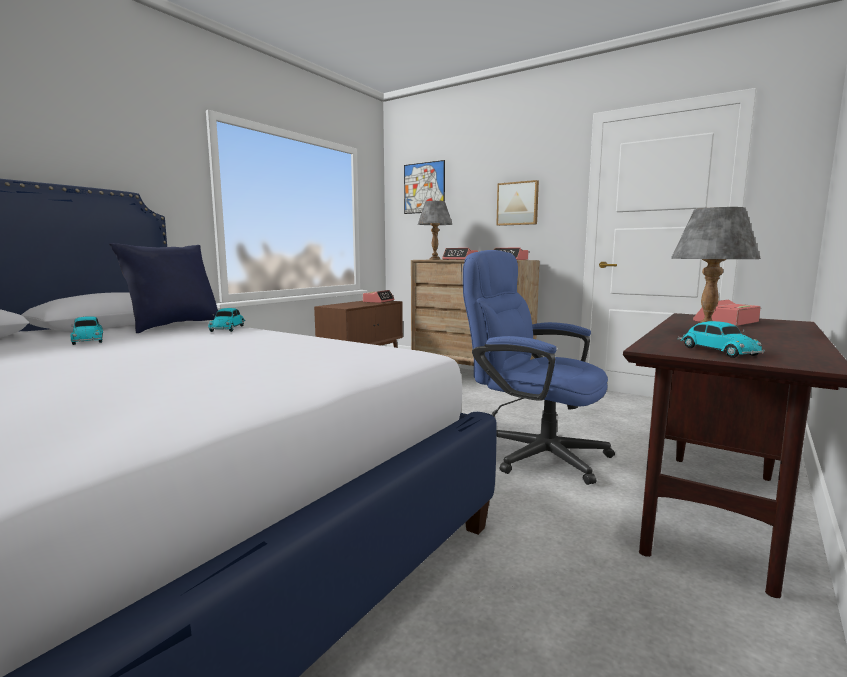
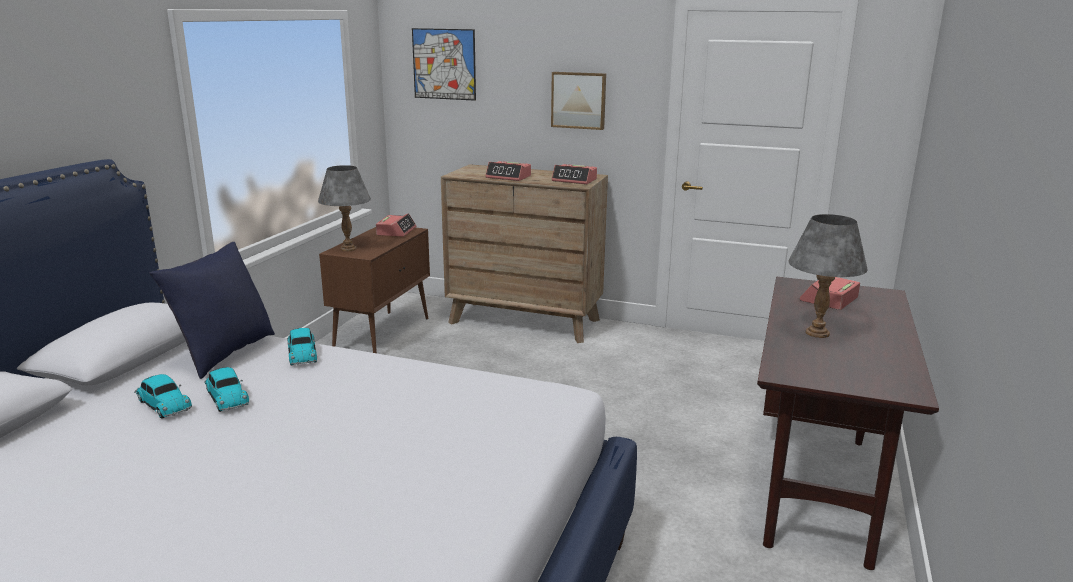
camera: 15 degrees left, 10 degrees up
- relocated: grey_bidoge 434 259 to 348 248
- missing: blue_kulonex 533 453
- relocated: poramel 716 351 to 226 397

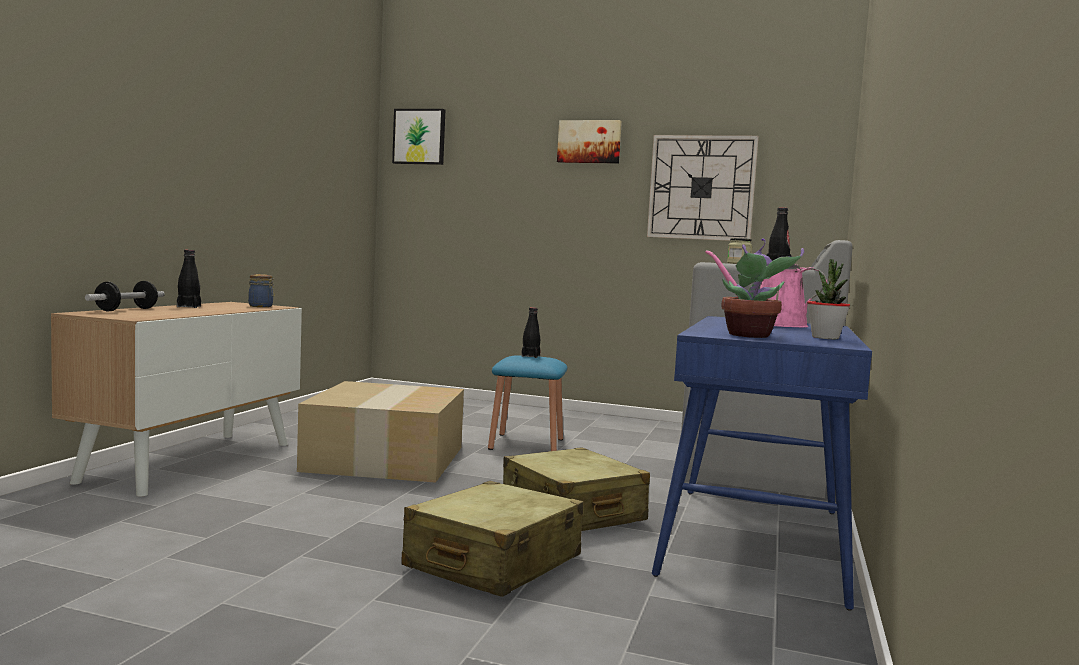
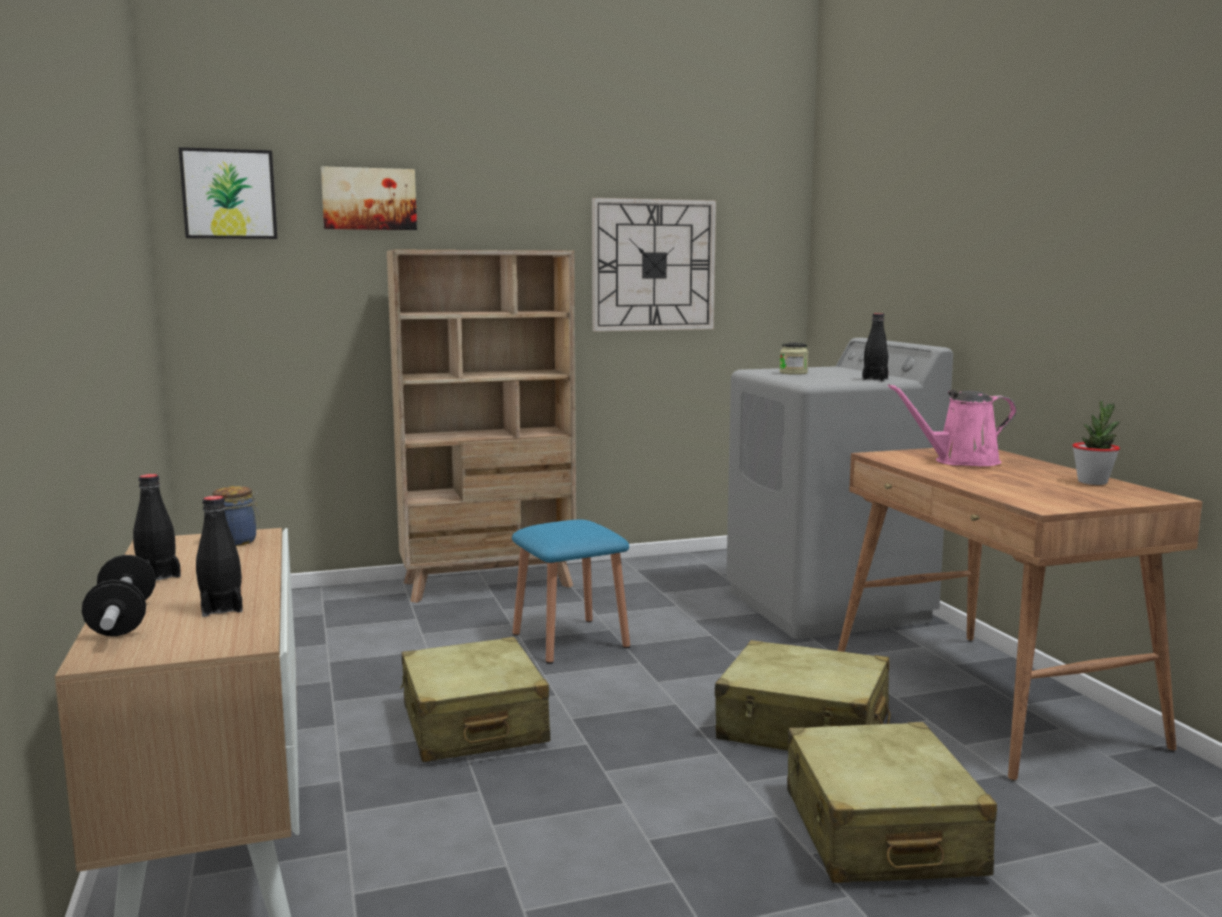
camera: 35 degrees left, 5 degrees up
- exchanged: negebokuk 386 459 to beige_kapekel 473 725
- relocated: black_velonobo 530 356 to 222 608
- relocated: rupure 589 142 to 369 199
- colour: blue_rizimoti 756 541 to brown_rizimoti 990 700
- missing: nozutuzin 750 336
- appeared: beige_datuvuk 489 584

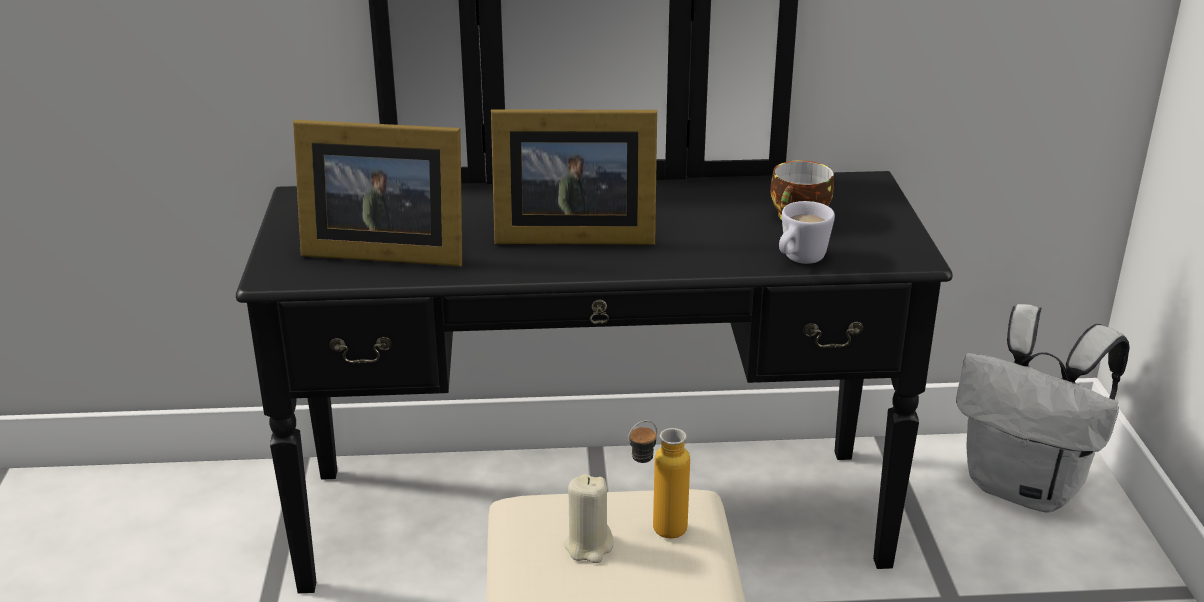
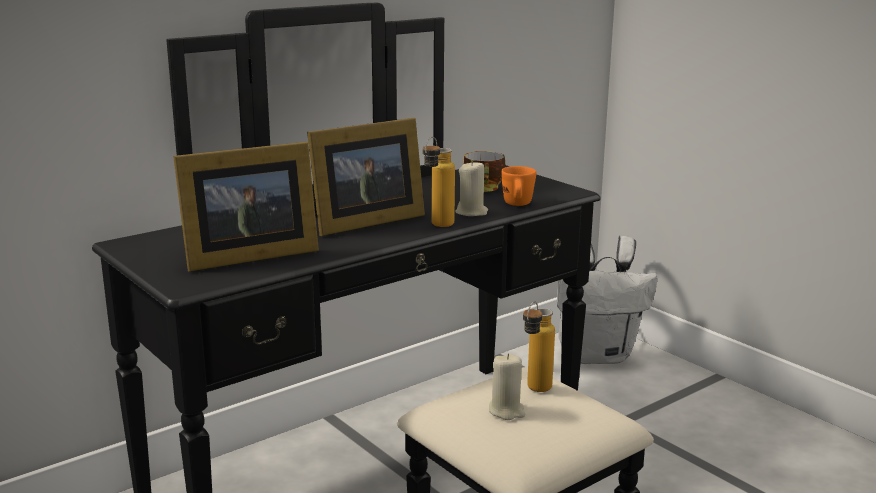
camera: 35 degrees left, 10 degrees down
- colour: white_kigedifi 799 260 to orange_kigedifi 517 205
- appeared: velonobo 437 226
- appeared: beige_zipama 471 212

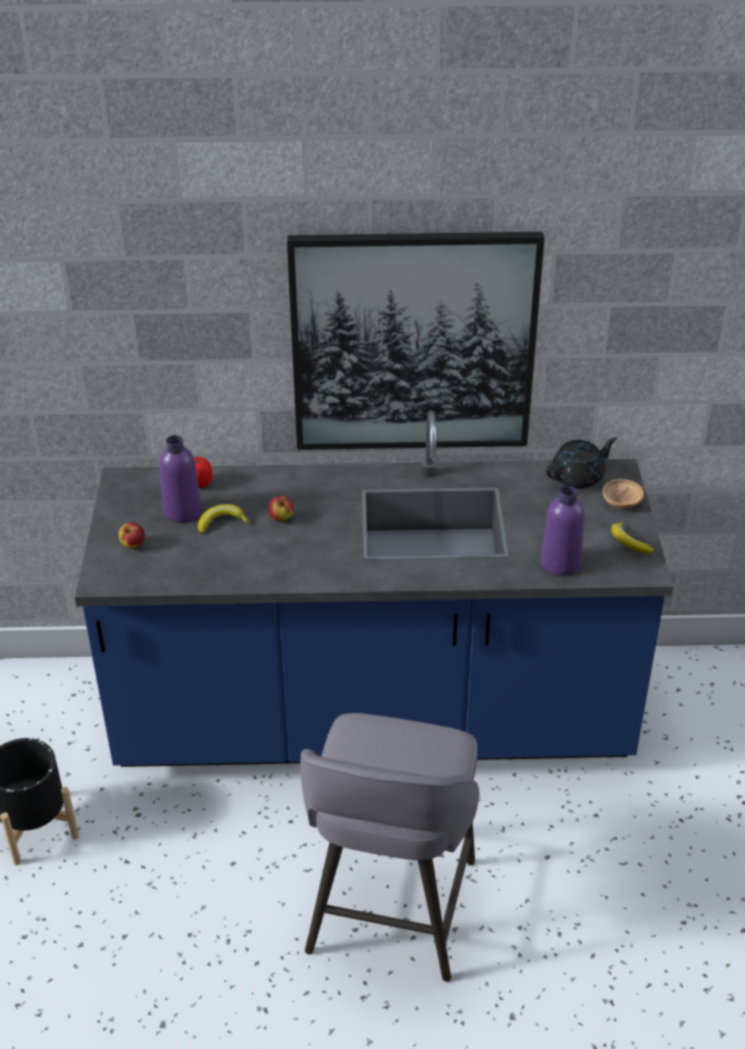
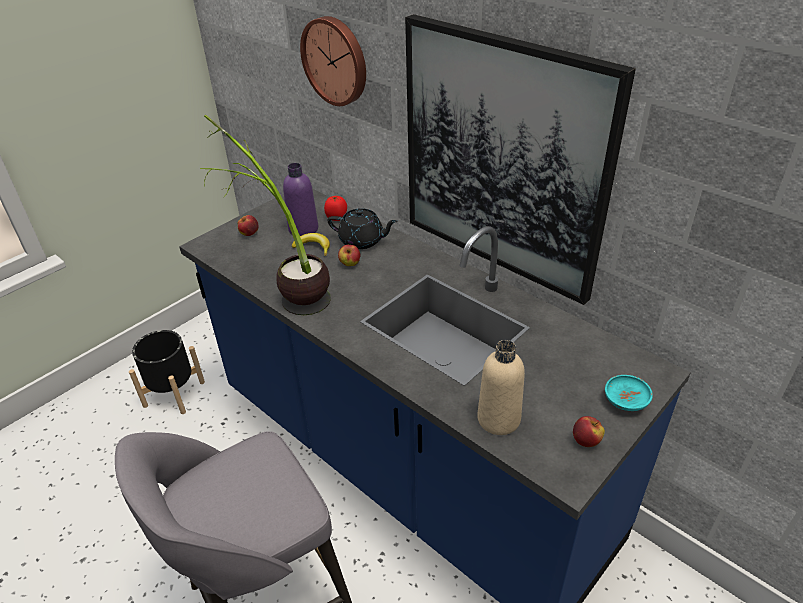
camera: 45 degrees right, 0 degrees up
- colour: purple_velonobo 560 564 to beige_velonobo 498 419
- relocated: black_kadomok 578 477 to 362 241
- colour: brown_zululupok 621 503 to turquoise_zululupok 625 402
- exchanged: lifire 628 542 to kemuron 586 441
- appeared: nozutuzin 285 288
- appeared: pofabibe 336 61

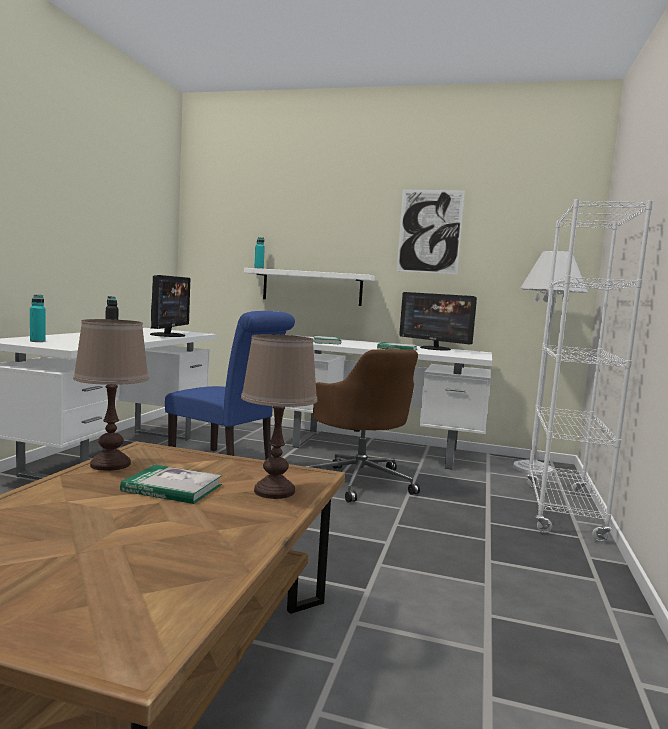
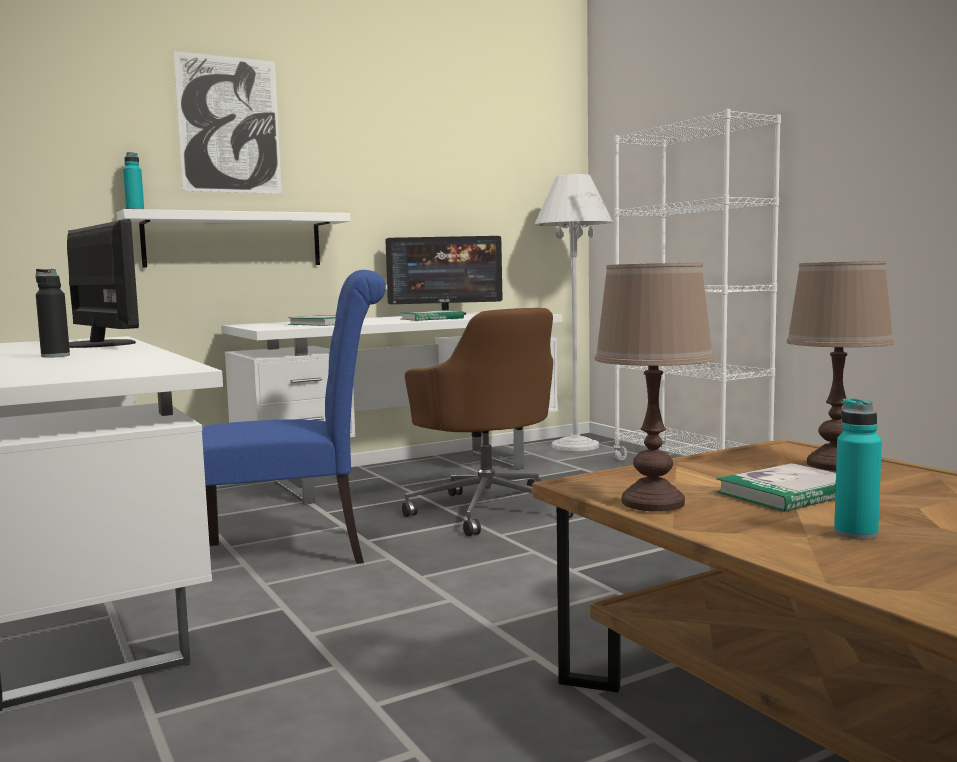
camera: 45 degrees left, 0 degrees up
- relocated: turquoise_velonobo 37 341 to 855 533
- spun: brown_kulonex 359 481 = 487 509 45 degrees clockwise
- relocated: rupure 429 231 to 229 125

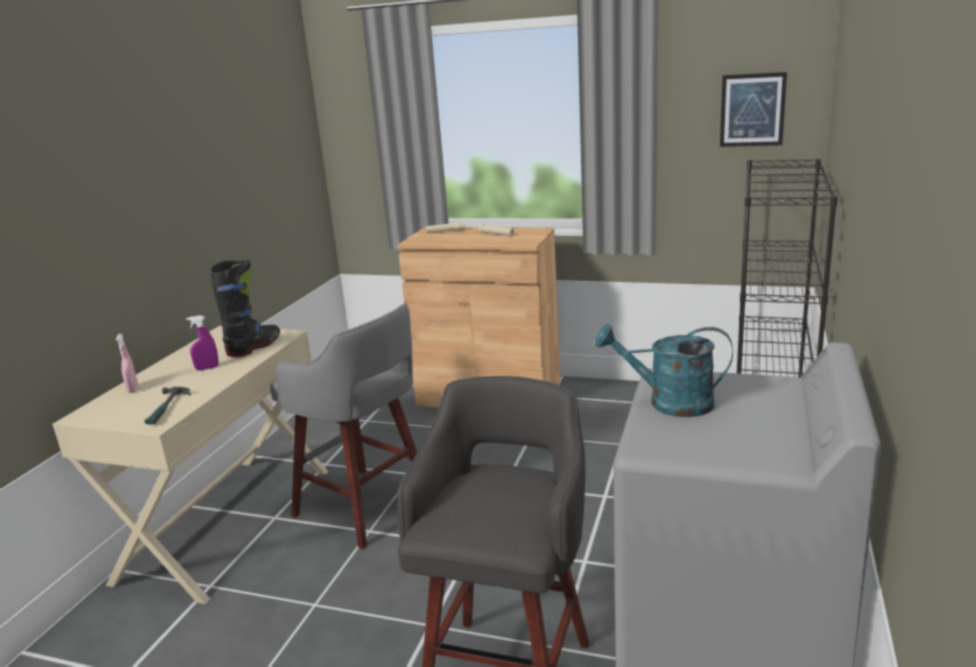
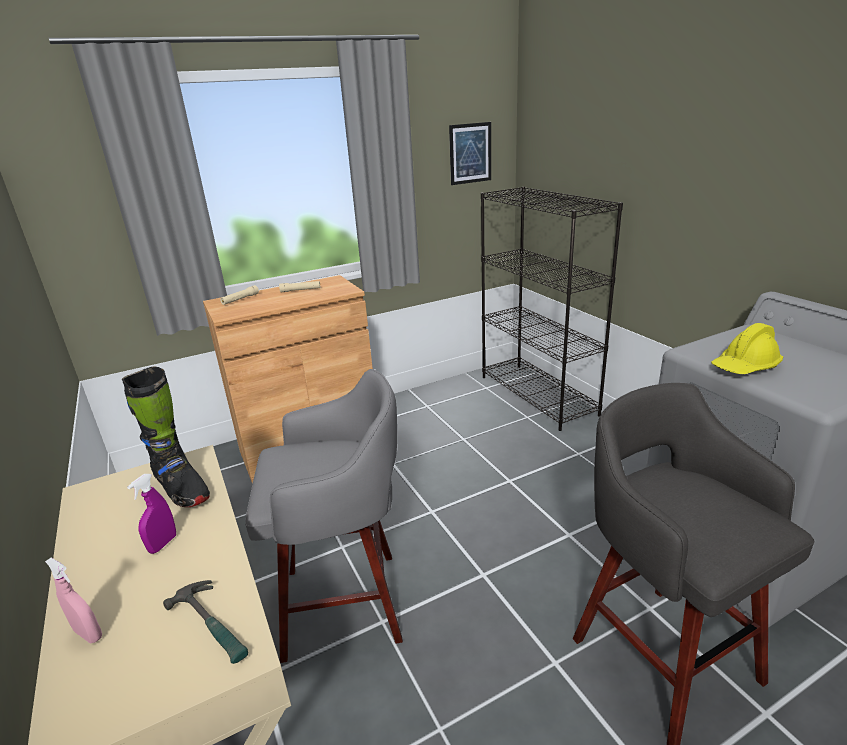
camera: 45 degrees left, 5 degrees up
- spun: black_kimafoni 254 347 = 182 489 150 degrees clockwise
- exchanged: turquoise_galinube 668 403 to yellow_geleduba 745 367

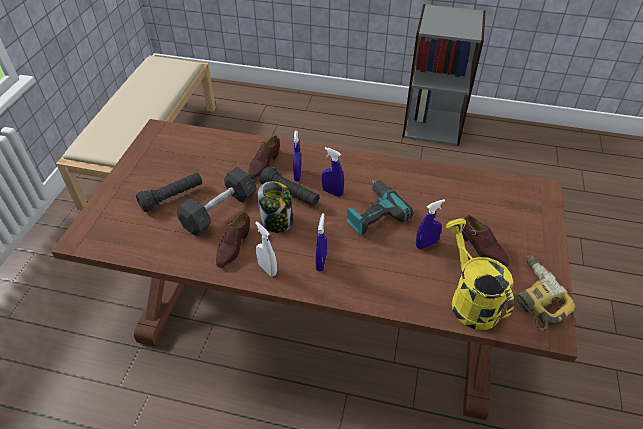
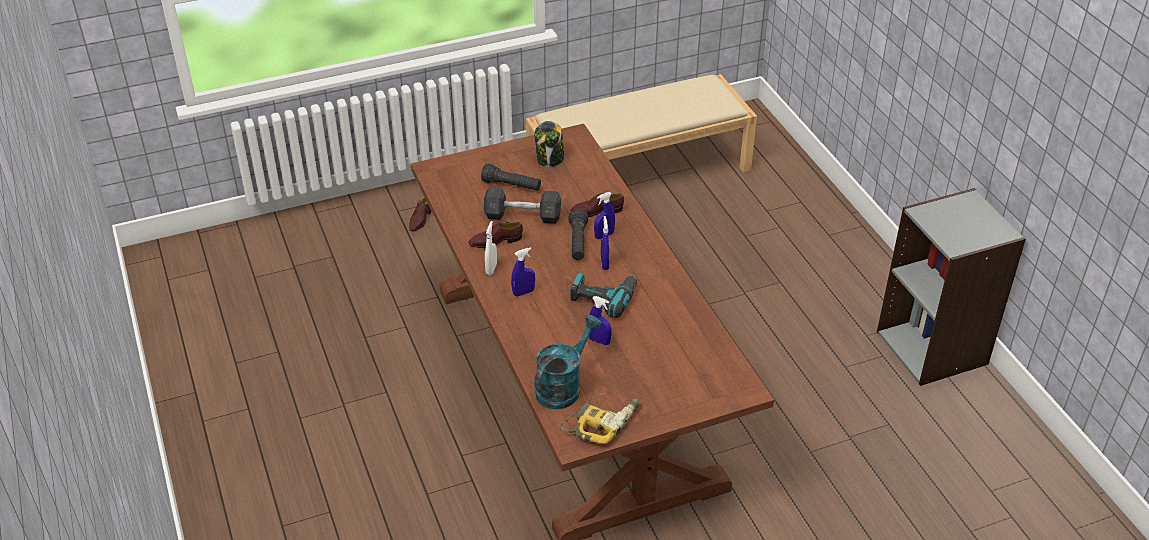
camera: 55 degrees right, 5 degrees down
- relocated: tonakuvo 277 221 to 550 159
- colour: yellow_galinube 470 299 to turquoise_galinube 563 386
- relocated: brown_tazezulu 482 248 to 420 219

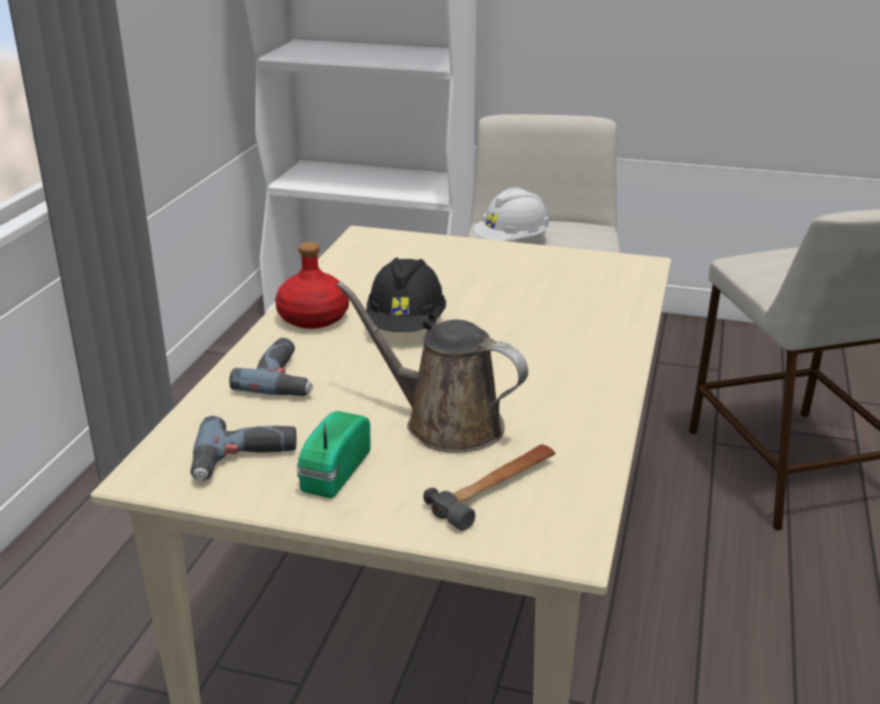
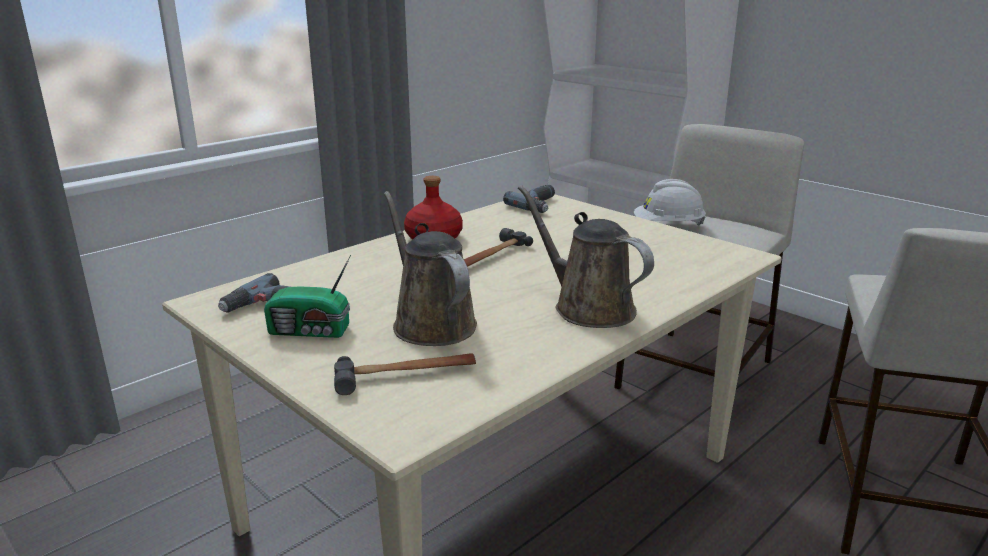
camera: 30 degrees right, 5 degrees down
- relocated: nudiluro 285 378 to 540 205
- spun: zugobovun 332 472 = 311 331 135 degrees counterclockwise
- exchanged: black_geleduba 406 326 to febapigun 491 256
- appeared: brown_galinube 588 307

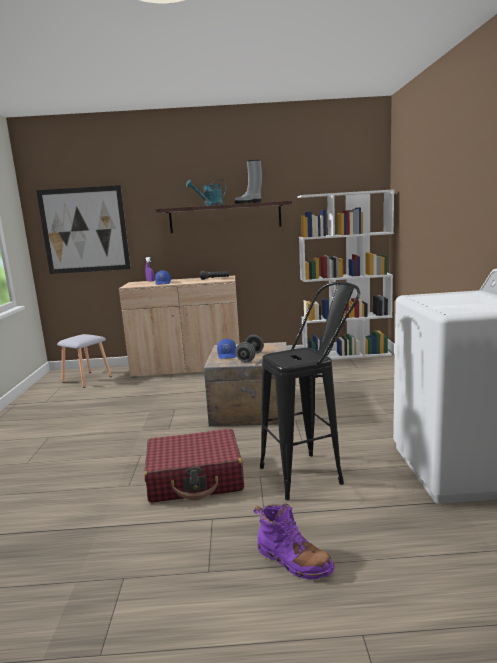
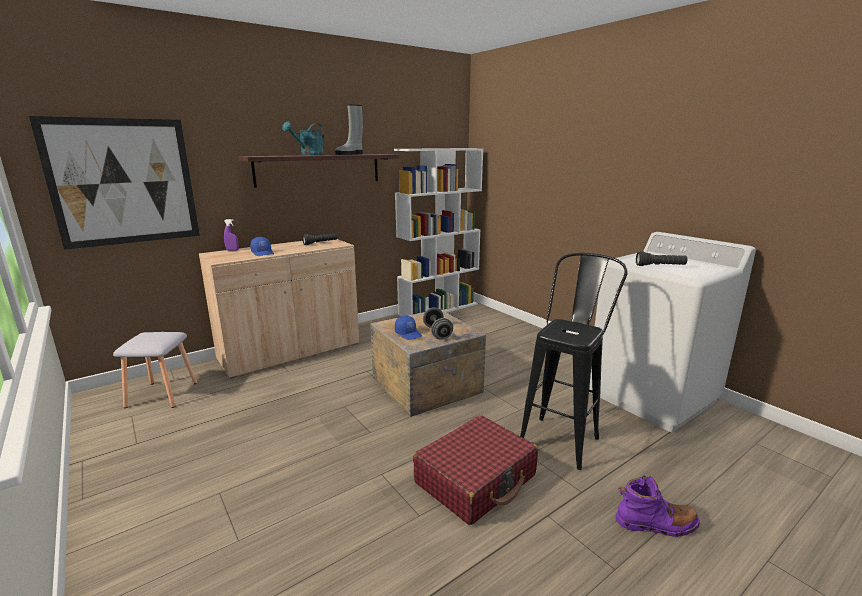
camera: 35 degrees left, 5 degrees up
- appeared: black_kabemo 660 266

